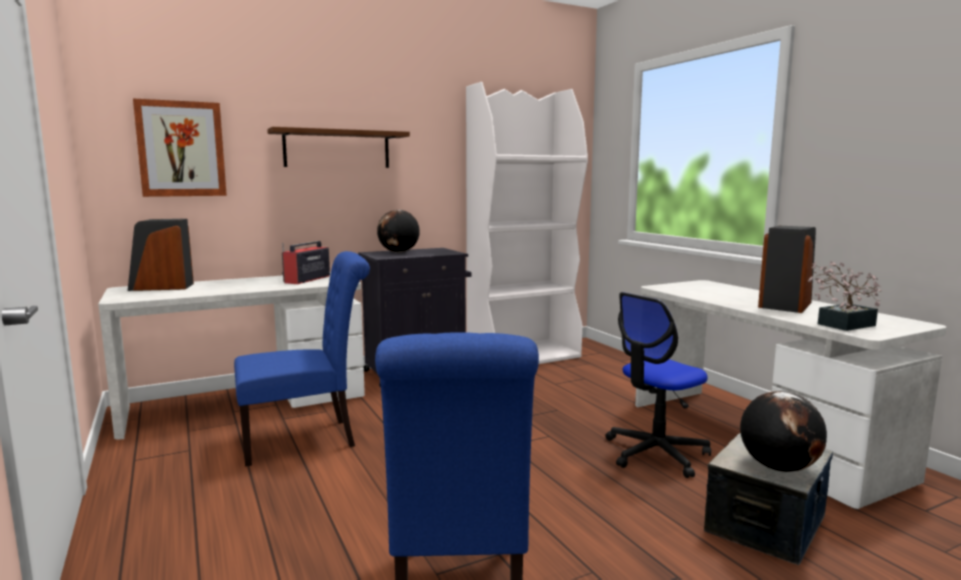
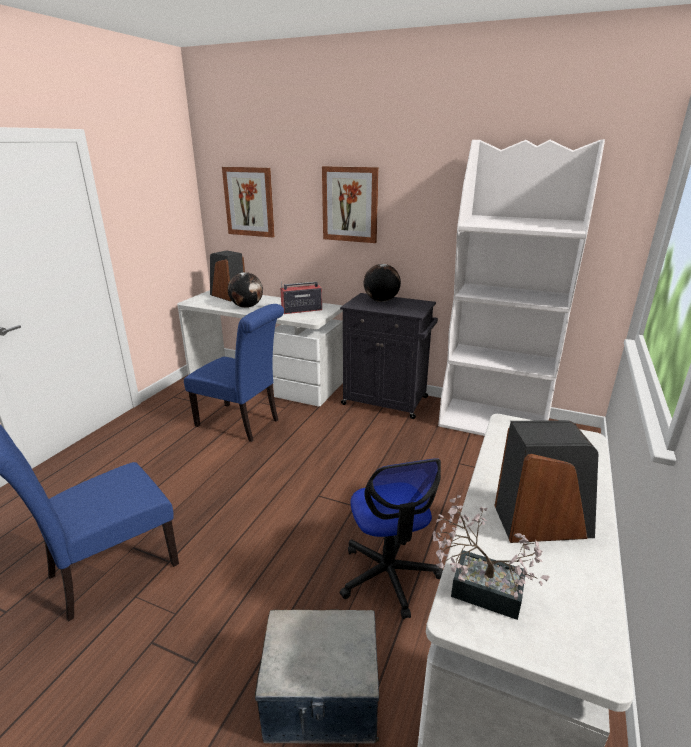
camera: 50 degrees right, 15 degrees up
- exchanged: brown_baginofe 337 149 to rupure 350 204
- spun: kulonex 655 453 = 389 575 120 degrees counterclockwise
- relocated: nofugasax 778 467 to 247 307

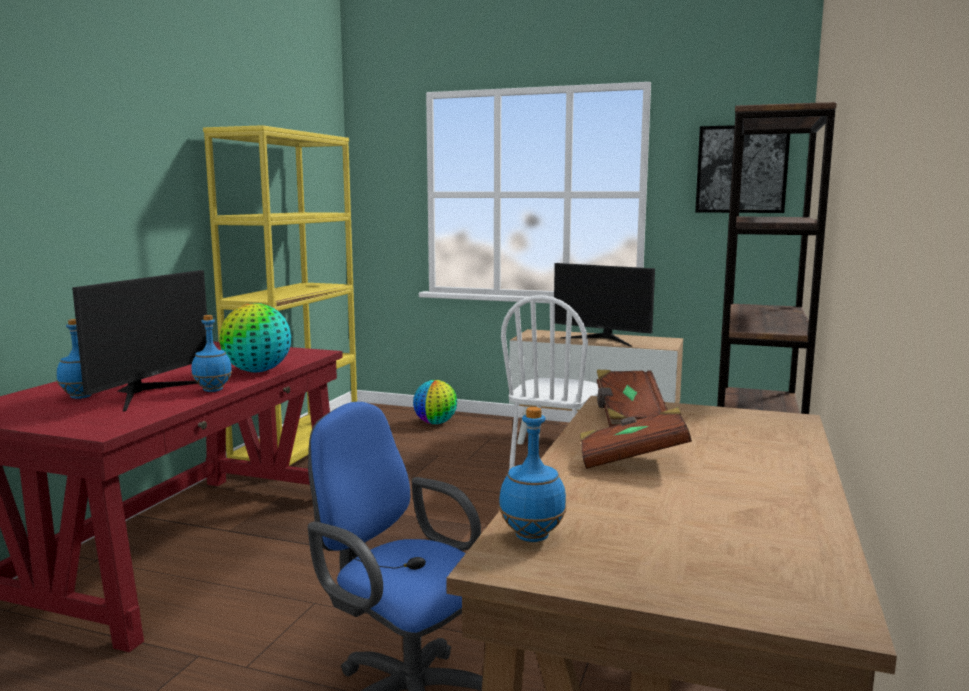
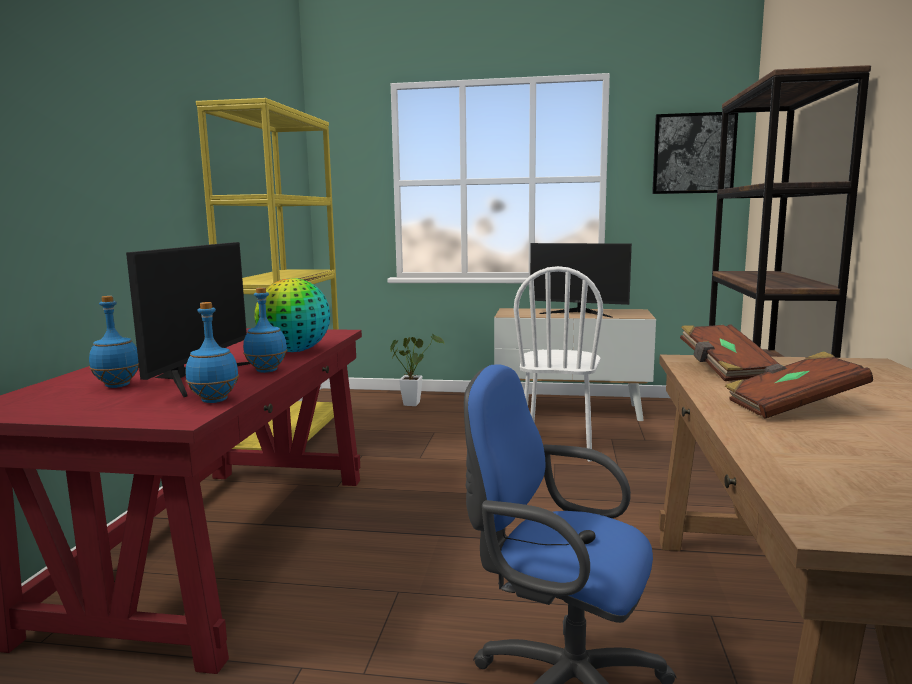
camera: 10 degrees left, 0 degrees up
- exchanged: nofugasax 435 423 to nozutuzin 413 403
- relocated: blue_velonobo 531 536 to 214 400

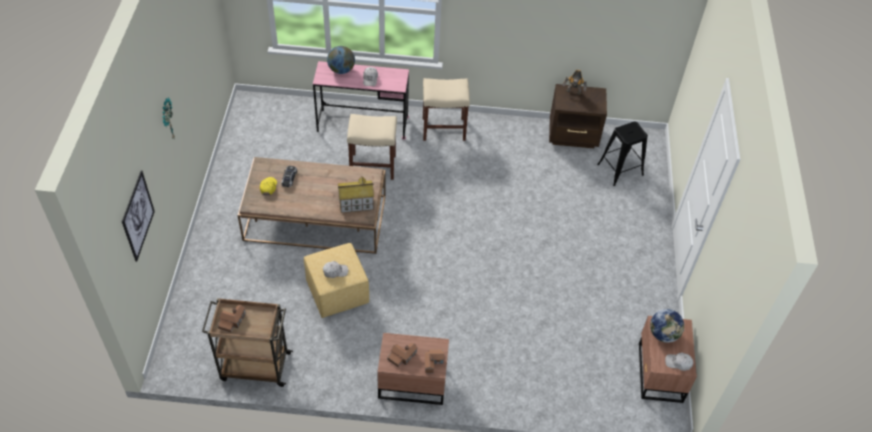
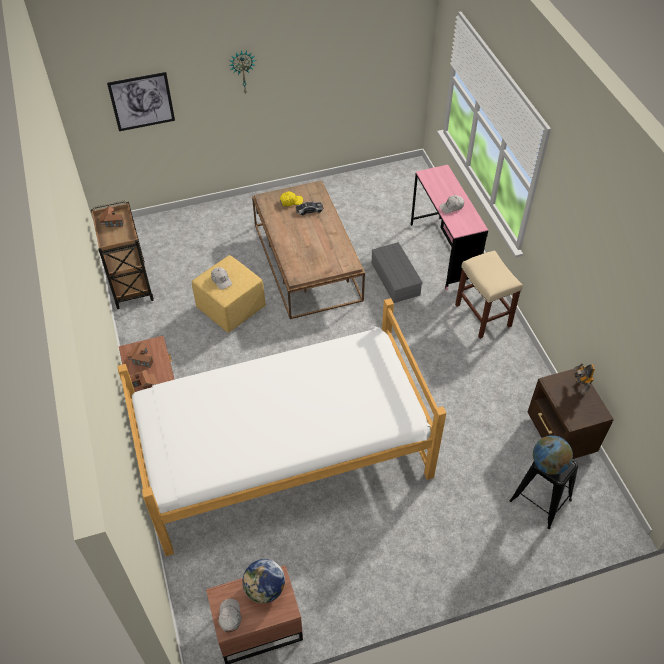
camera: 70 degrees right, 0 degrees up
- relocated: nofugasax 341 70 to 548 464
- missing: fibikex 356 204
- exchanged: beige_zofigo 372 166 to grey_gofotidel 394 278
- appeared: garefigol 283 454

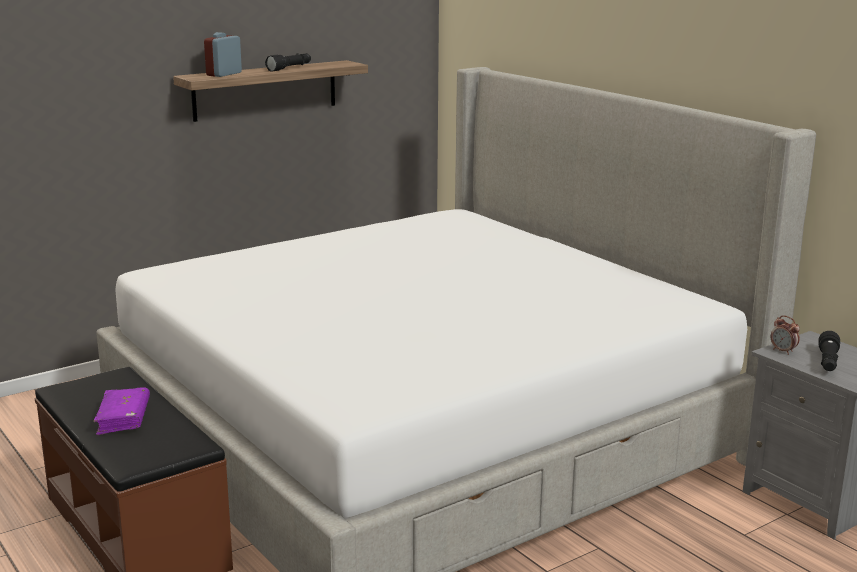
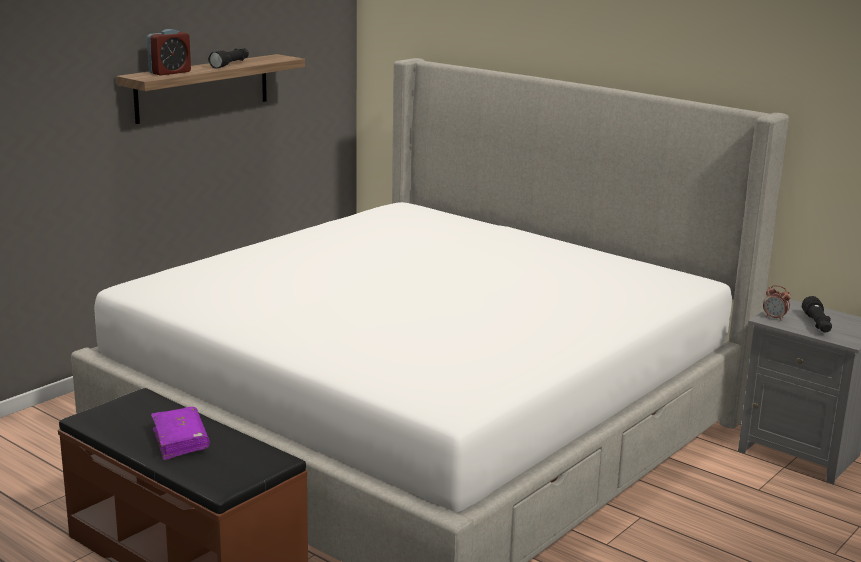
camera: 15 degrees left, 0 degrees up
- spun: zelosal 224 74 = 170 72 150 degrees counterclockwise

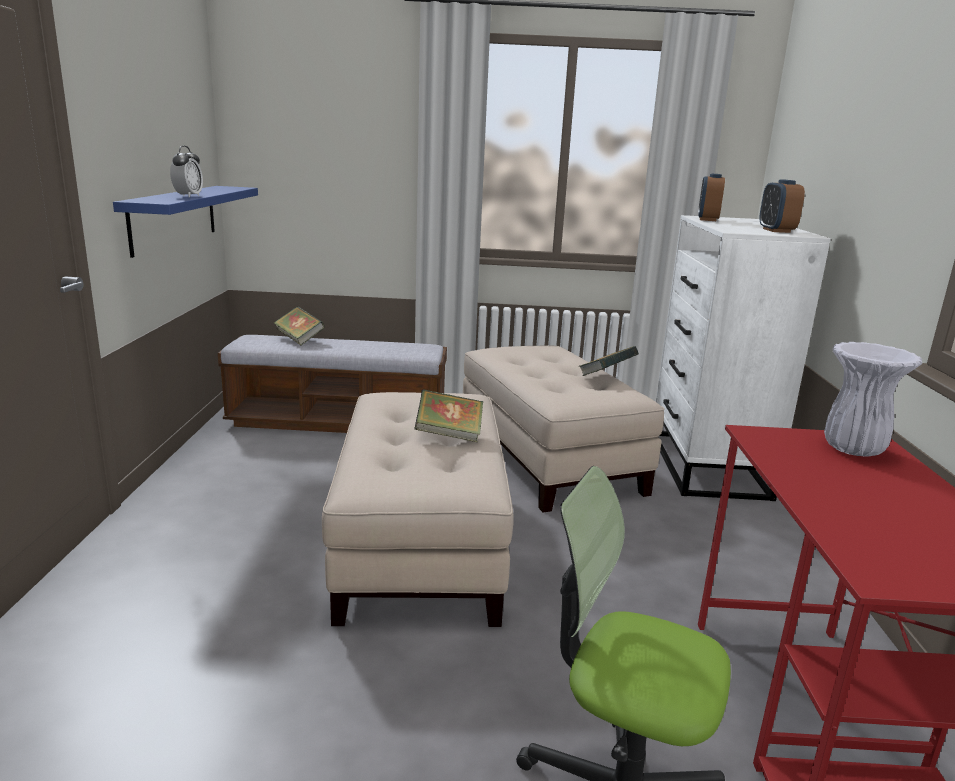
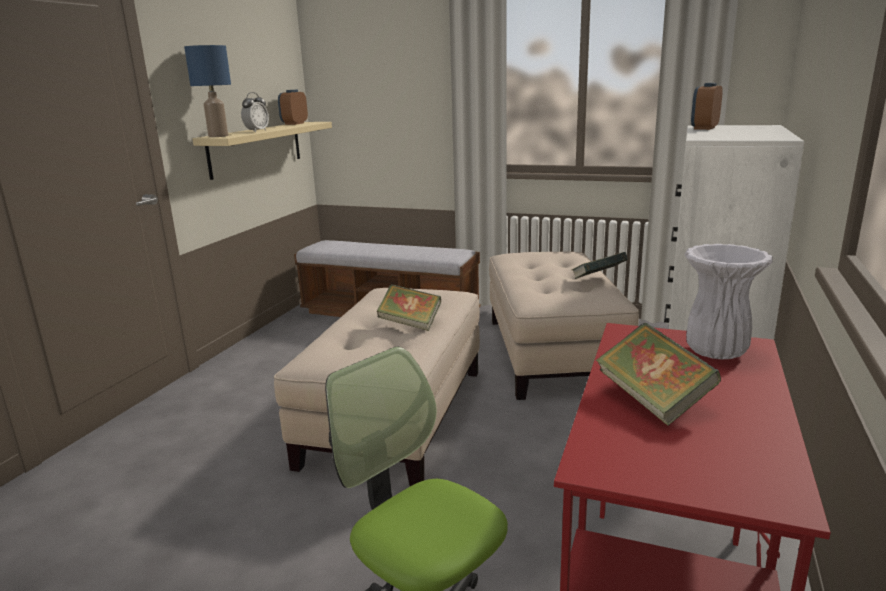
camera: 20 degrees right, 0 degrees up
- colour: blue_baginofe 174 218 to beige_baginofe 256 148
- relocated: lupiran 299 339 to 653 400
- relocated: zelosal 776 230 to 294 124
- appeared: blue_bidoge 218 136

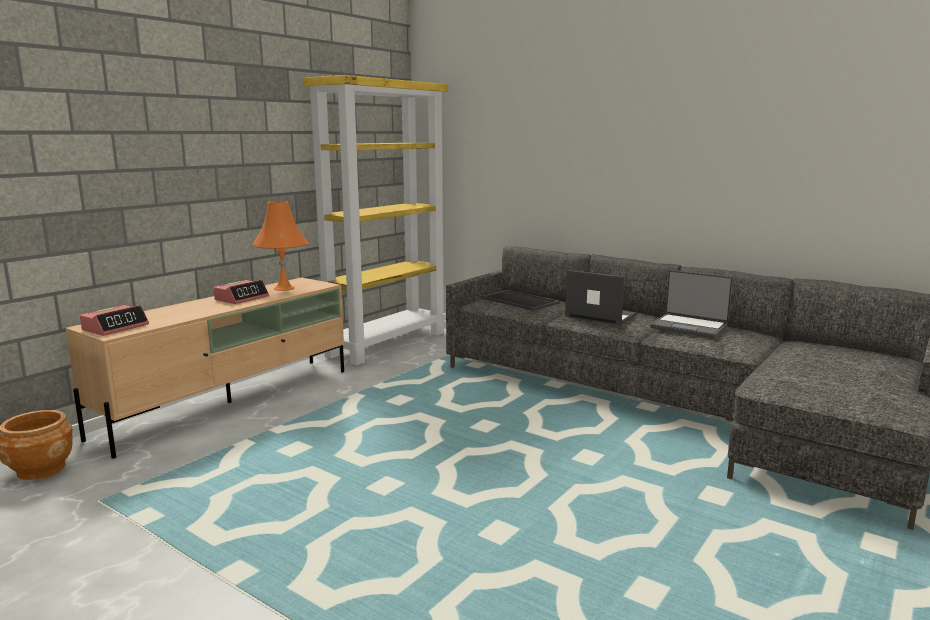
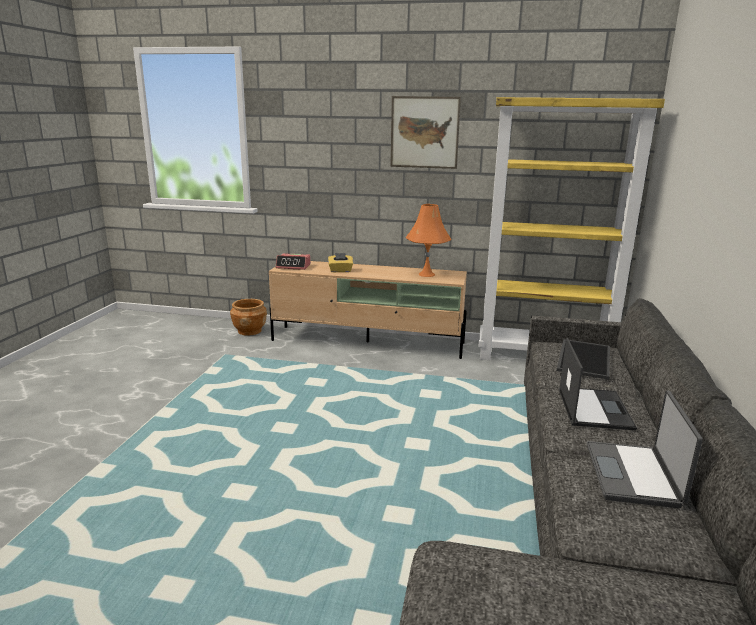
camera: 65 degrees right, 5 degrees up
- missing: zelosal 242 298
- appeared: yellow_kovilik 340 271
- appeared: rupure 424 132

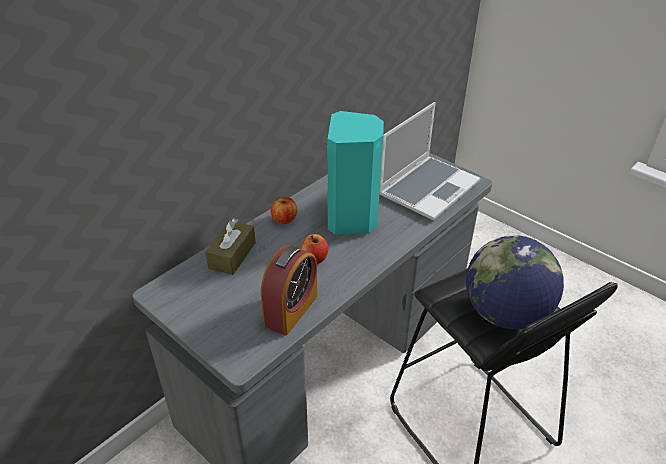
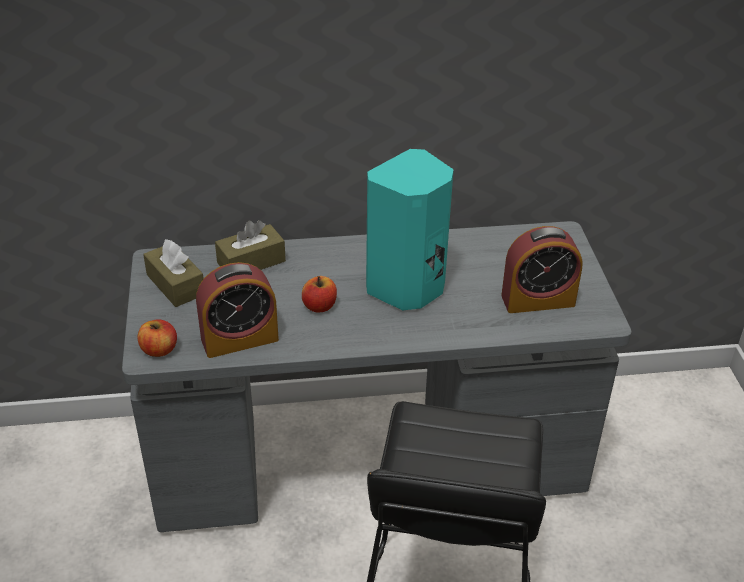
camera: 40 degrees right, 0 degrees up
- relocated: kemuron 284 219 to 159 350
- exchanged: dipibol 428 188 to zelosal 538 300
- missing: nofugasax 505 314
- appeared: brown_kovilik 175 285

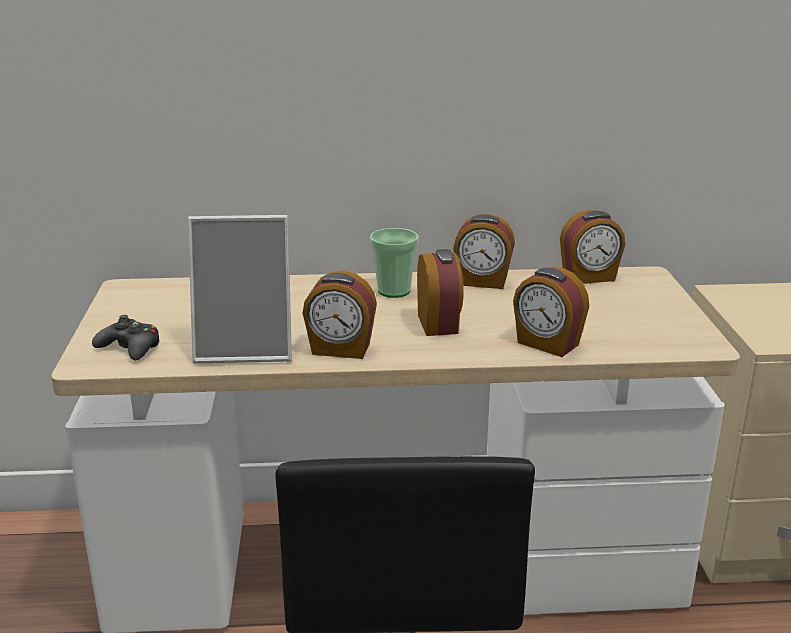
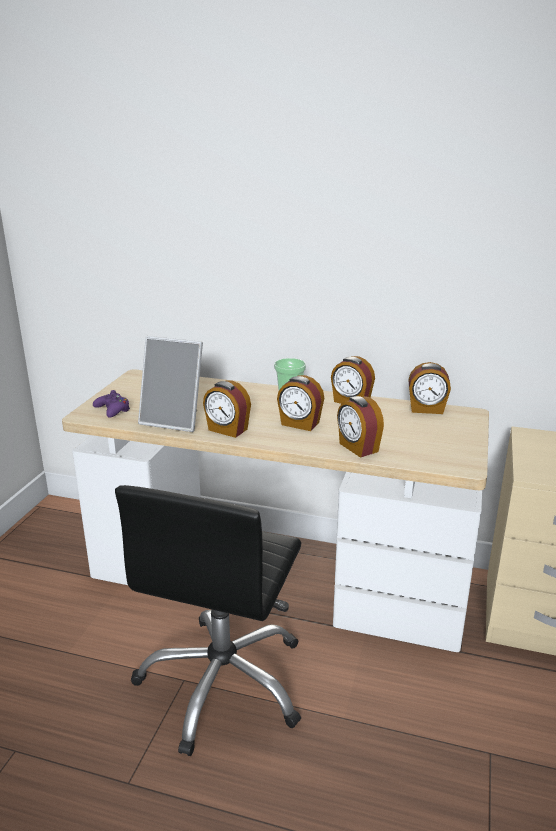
camera: 20 degrees right, 0 degrees up
- colour: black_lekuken 130 348 to purple_lekuken 112 410
- spun: zelosal 439 324 = 299 424 105 degrees clockwise

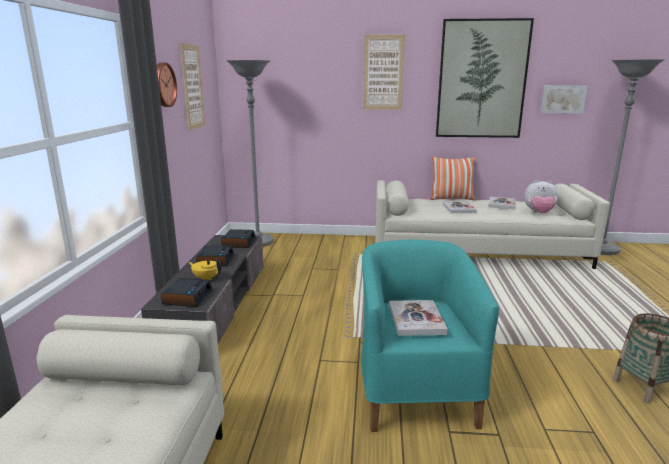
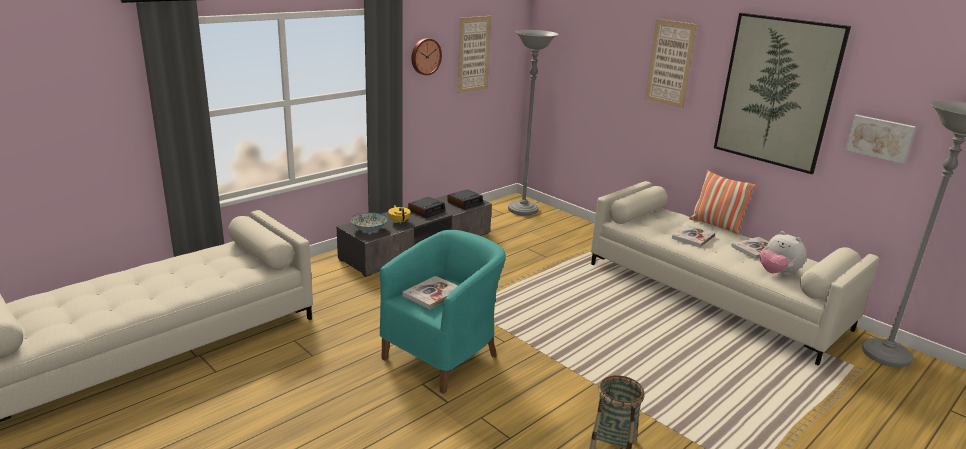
camera: 40 degrees right, 5 degrees up
- exchanged: zelosal 187 297 to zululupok 369 229

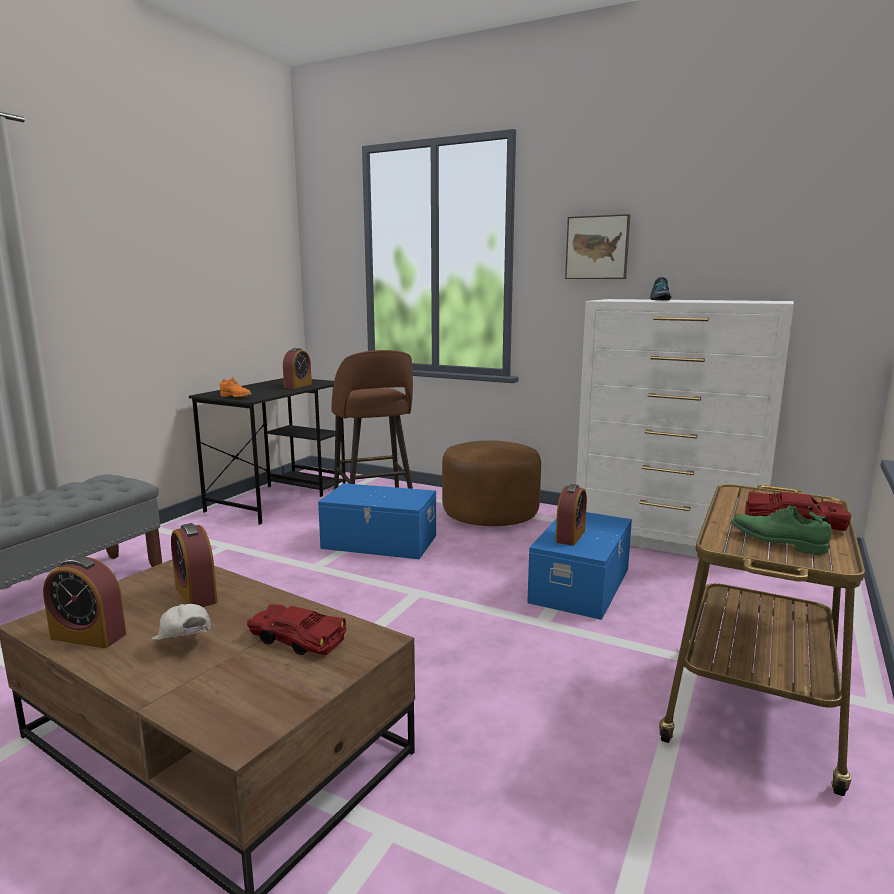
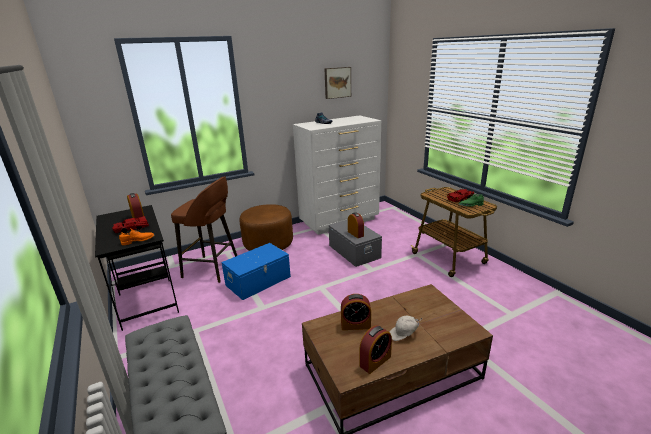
camera: 55 degrees left, 10 degrees up
- relocated: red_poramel 296 639 to 131 228
- colour: blue_gofotidel 582 585 to grey_gofotidel 354 251
- relocated: rupure 597 247 to 337 82

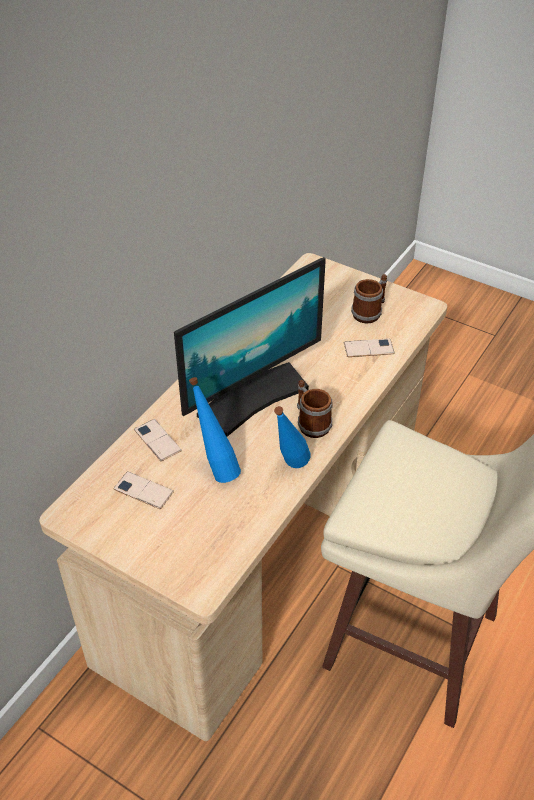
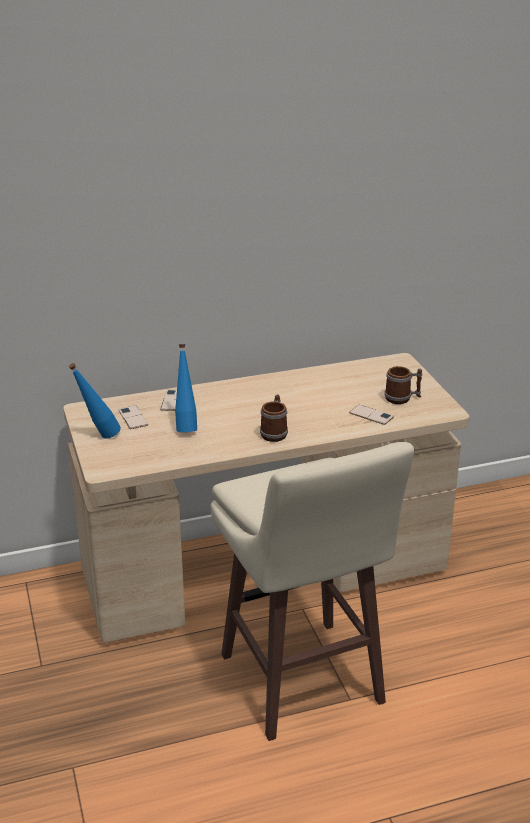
camera: 40 degrees right, 15 degrees down
- missing: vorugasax 252 397
- relocated: blue_velonobo 289 469 to 99 437

